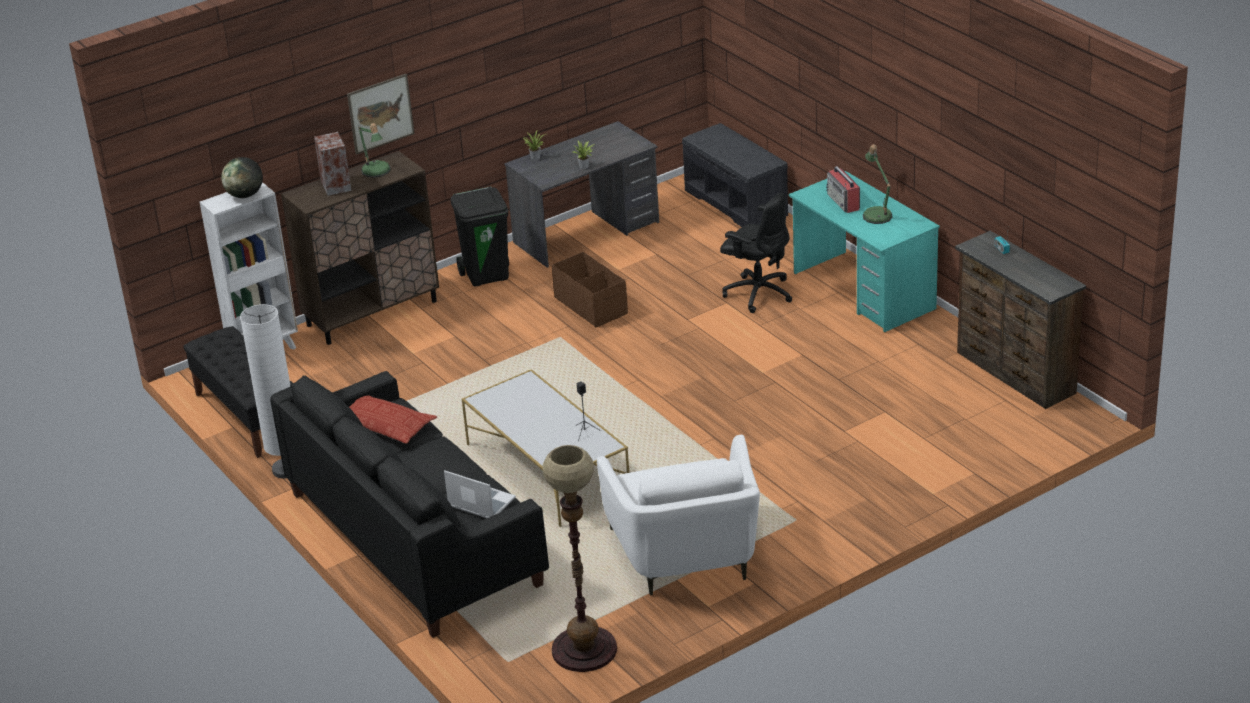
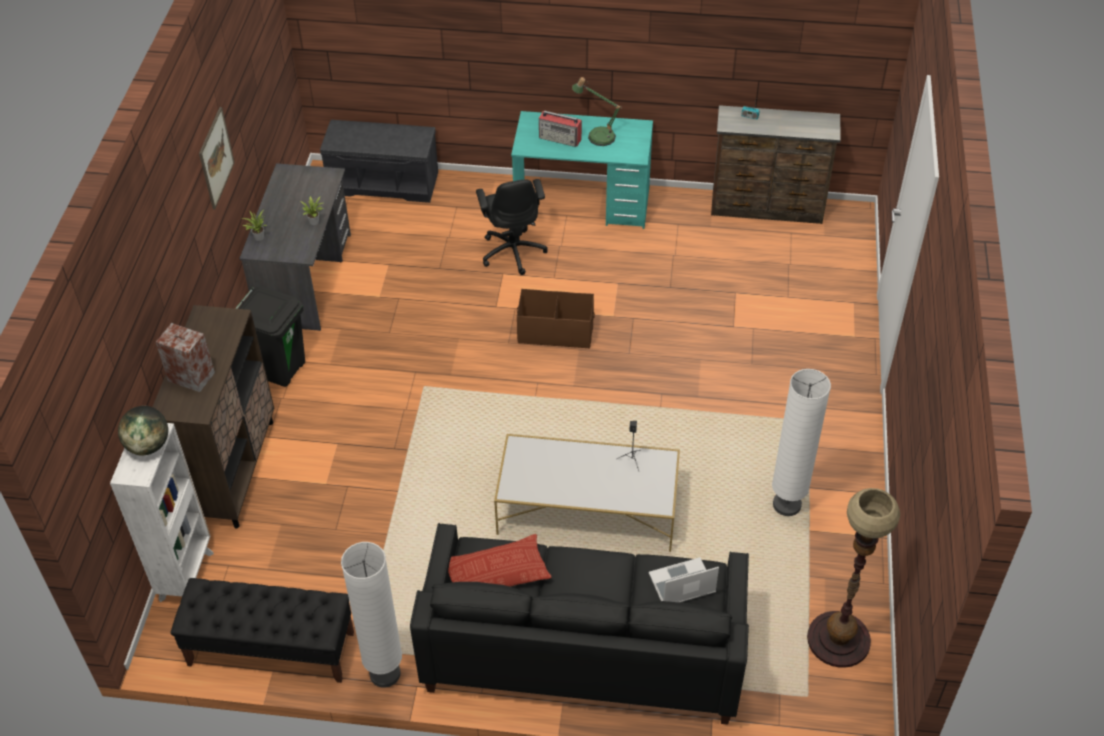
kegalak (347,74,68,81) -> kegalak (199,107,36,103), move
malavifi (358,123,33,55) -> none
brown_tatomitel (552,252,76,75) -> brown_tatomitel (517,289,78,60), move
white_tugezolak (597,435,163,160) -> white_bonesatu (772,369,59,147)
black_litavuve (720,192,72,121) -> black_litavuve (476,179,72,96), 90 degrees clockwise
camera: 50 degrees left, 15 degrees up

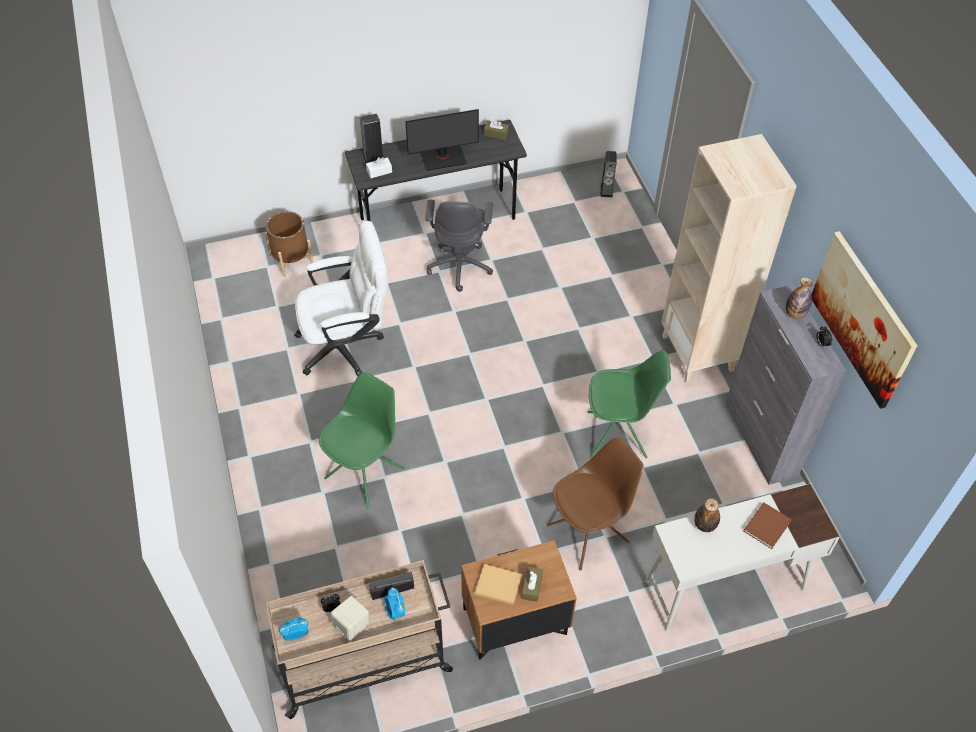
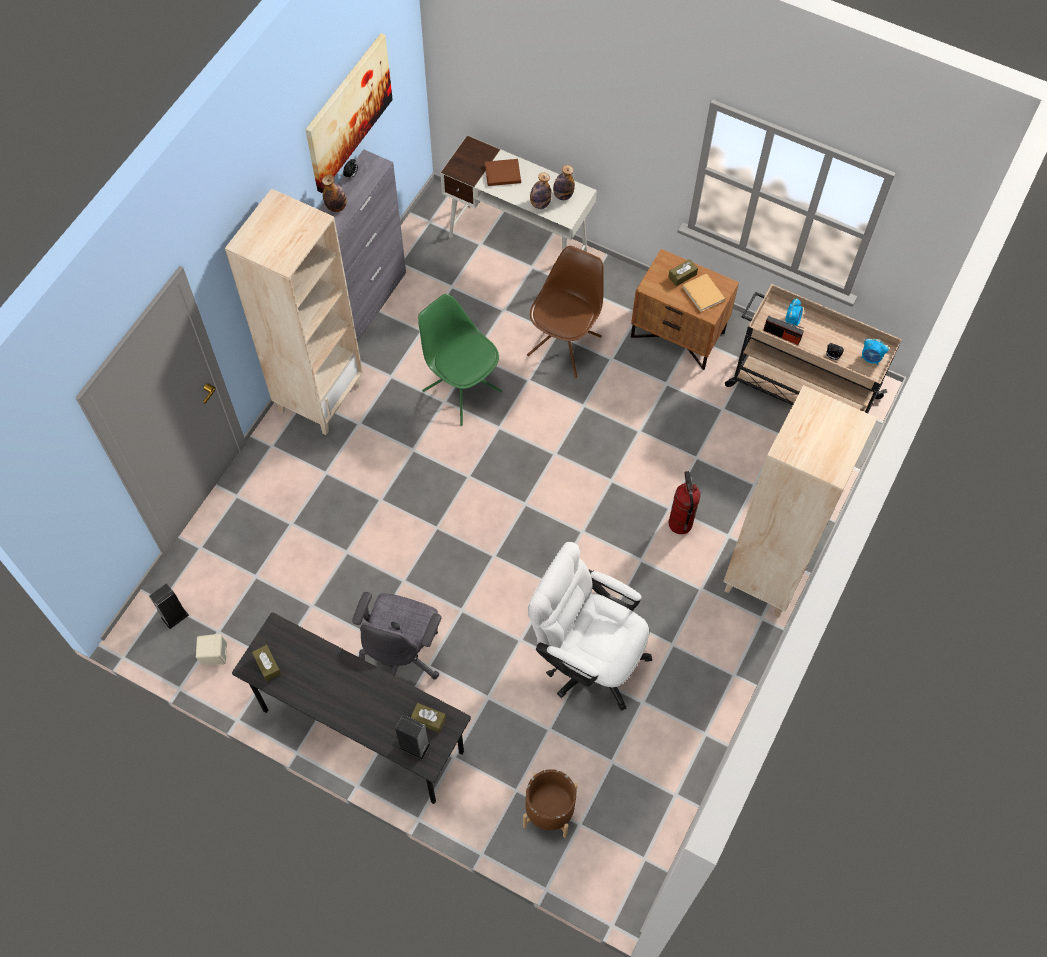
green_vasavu (319,372,86,136) -> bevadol (669,471,31,63)
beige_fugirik (331,596,38,45) -> beige_fugirik (196,634,31,31), move
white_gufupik (366,157,26,21) -> brown_gufupik (411,703,35,30)
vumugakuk (405,109,74,62) -> none
grey_litavuve (425,200,68,92) -> grey_litavuve (352,592,90,87), 150 degrees clockwise
brown_vasavu (547,437,96,133) -> brown_vasavu (527,246,77,132), 105 degrees clockwise
none -> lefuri (553,165,22,35)
none -> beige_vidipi (723,385,154,232)
camera: 135 degrees left, 10 degrees up

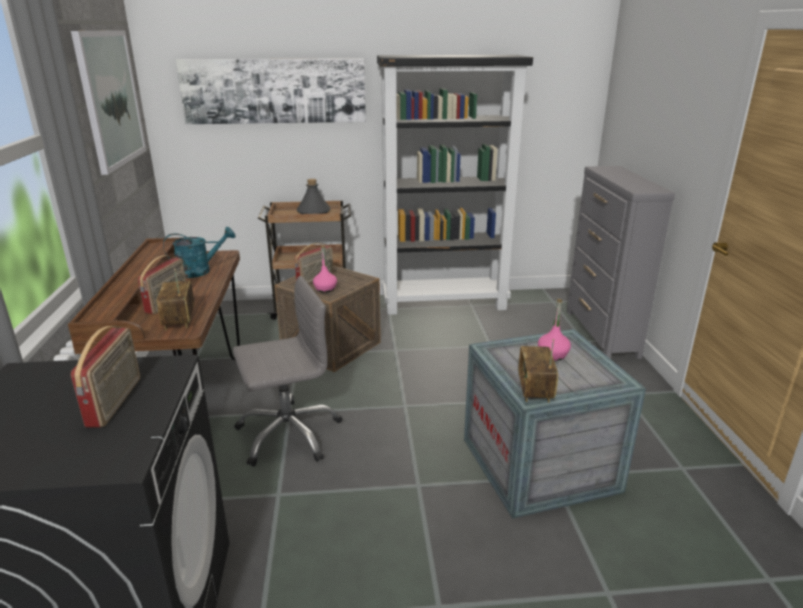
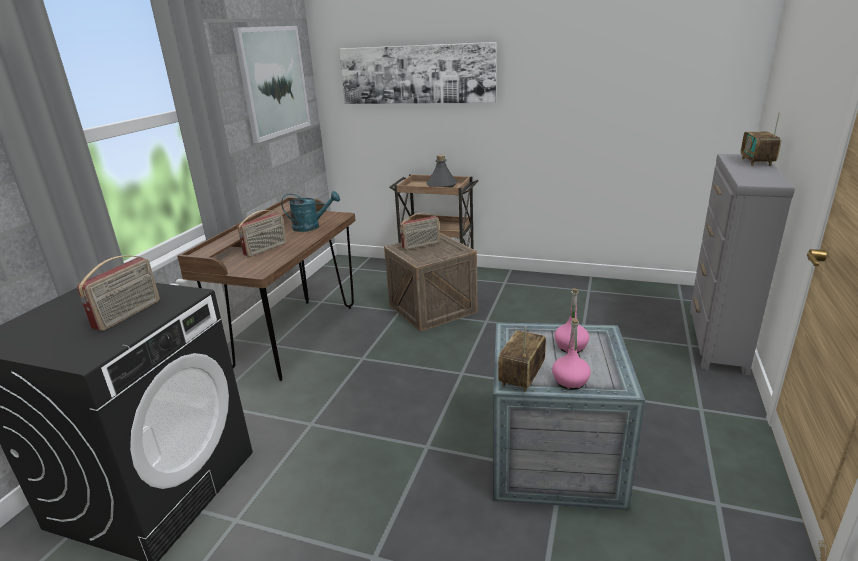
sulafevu (157,268,37,62) -> sulafevu (740,113,41,53), move
grey_litavuve (233,276,109,191) -> none
pink_lefuri (313,245,24,48) -> pink_lefuri (552,318,39,72), move
black_vidipi (377,55,156,260) -> none
camera: 25 degrees right, 0 degrees up

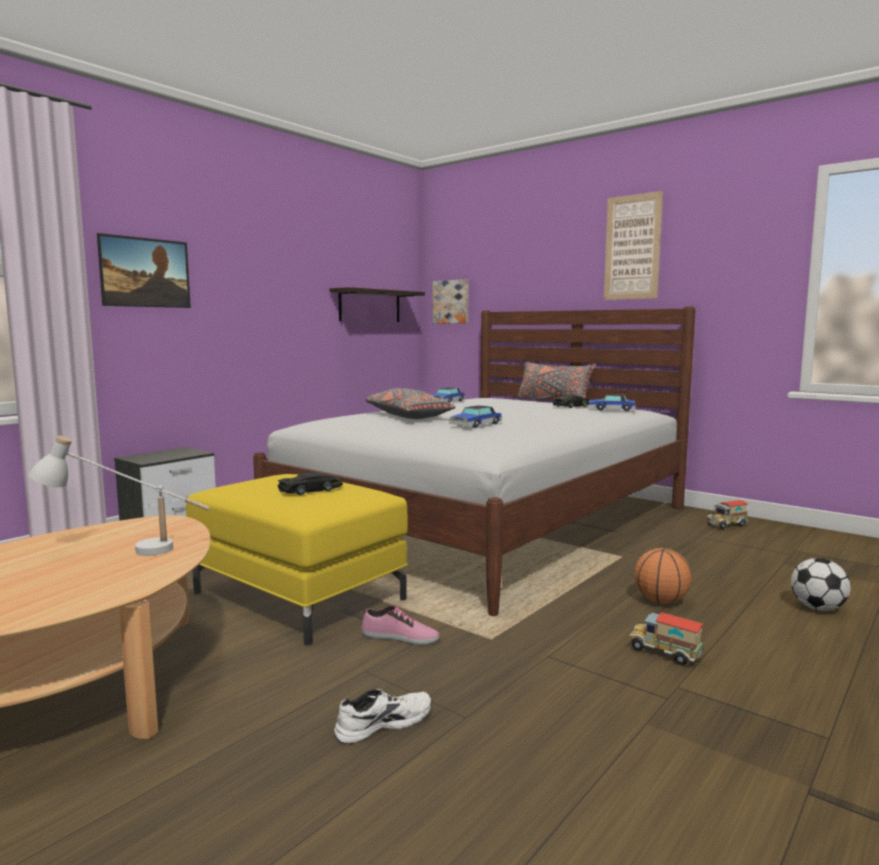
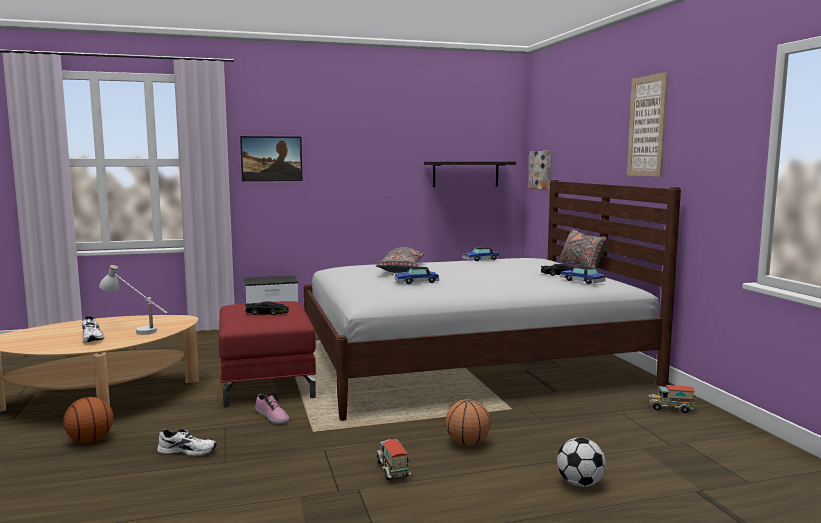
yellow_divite (186,474,222,172) -> red_divite (219,301,97,106)
none -> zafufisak (63,397,50,46)
none -> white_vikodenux (82,316,22,27)
camera: 35 degrees right, 0 degrees up

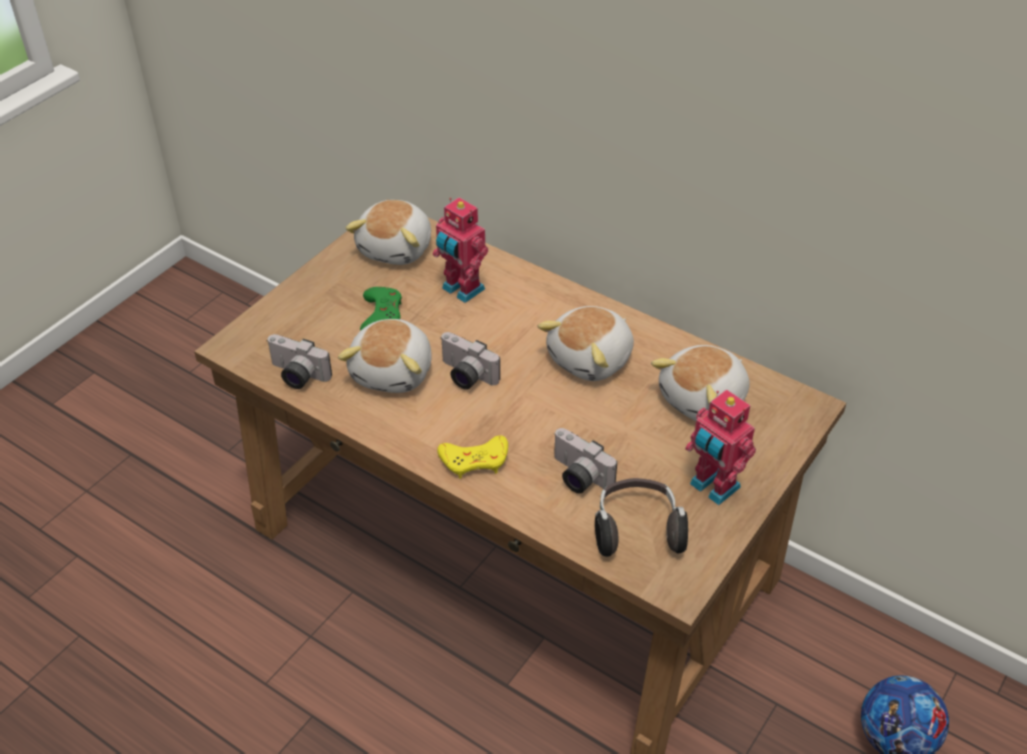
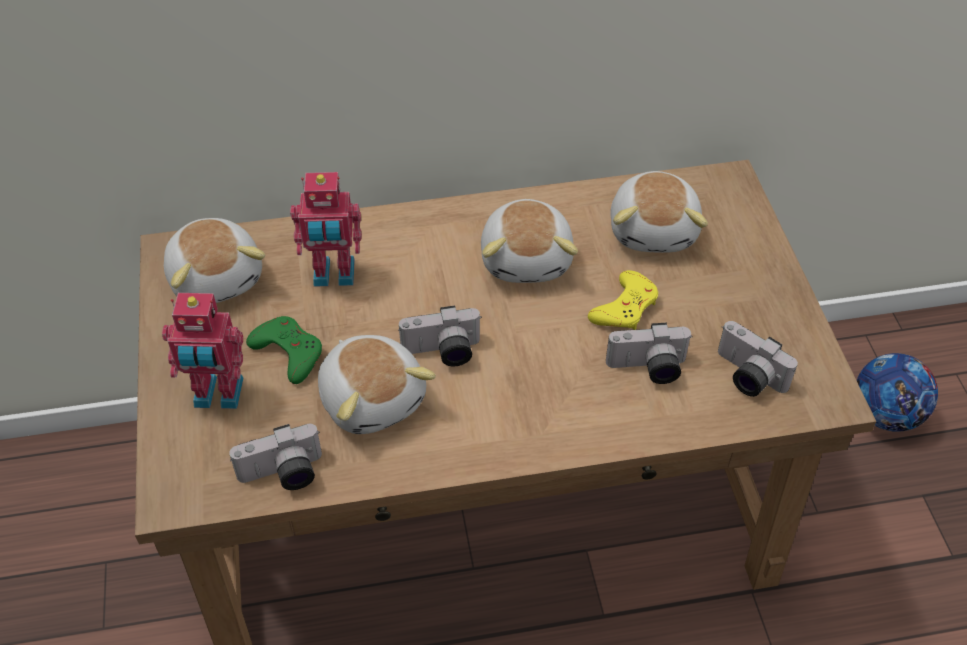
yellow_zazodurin (437,435,71,44) -> yellow_zazodurin (588,270,70,60), move
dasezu (595,478,93,79) -> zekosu (718,321,80,76)
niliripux (685,389,71,116) -> niliripux (162,293,81,116), move
camera: 45 degrees left, 5 degrees up

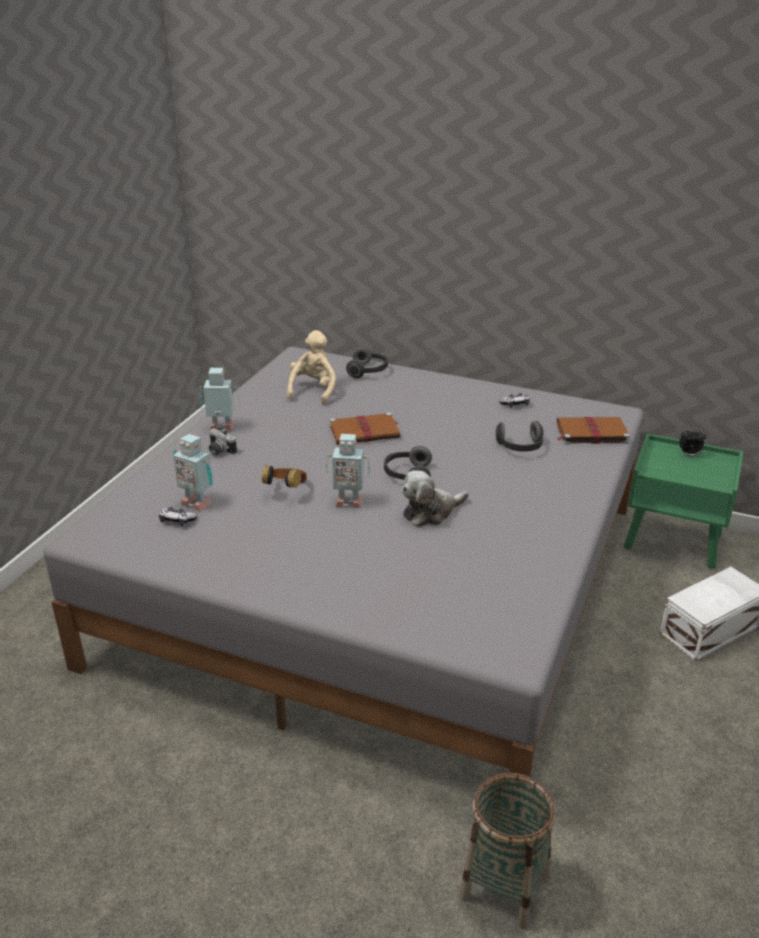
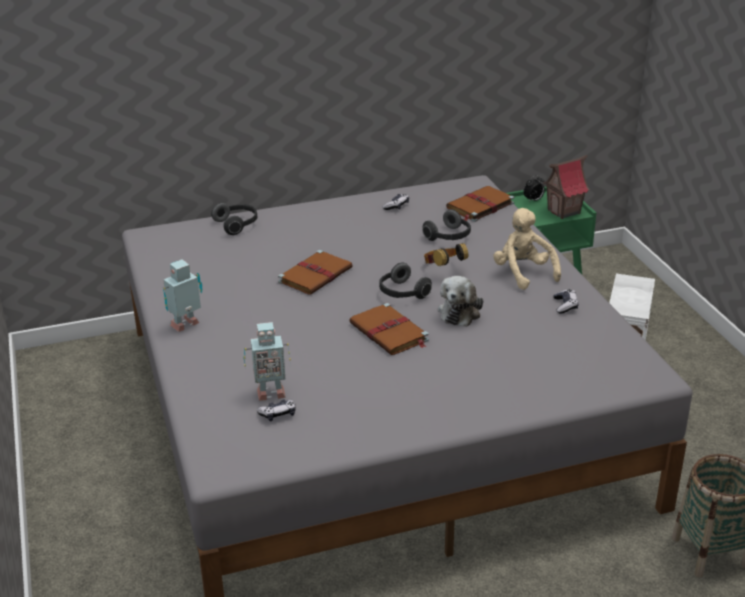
zekosu (209,429,28,26) -> none
dasezu (262,465,45,22) -> dasezu (424,243,44,23), move
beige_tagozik (286,330,50,75) -> beige_tagozik (493,208,68,82), move
niliripux (326,434,44,74) -> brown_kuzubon (349,303,80,52)
none -> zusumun (543,155,47,64)
none -> zazodurin (553,289,25,25)
camera: 40 degrees left, 0 degrees up

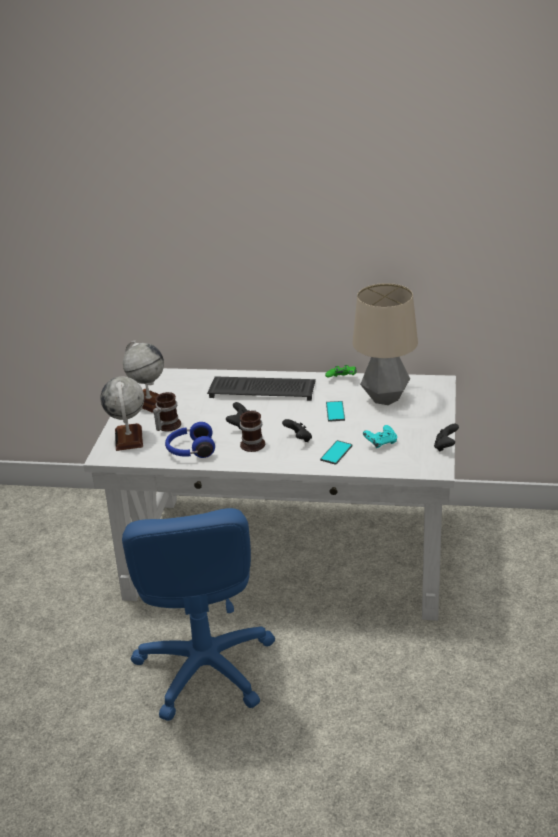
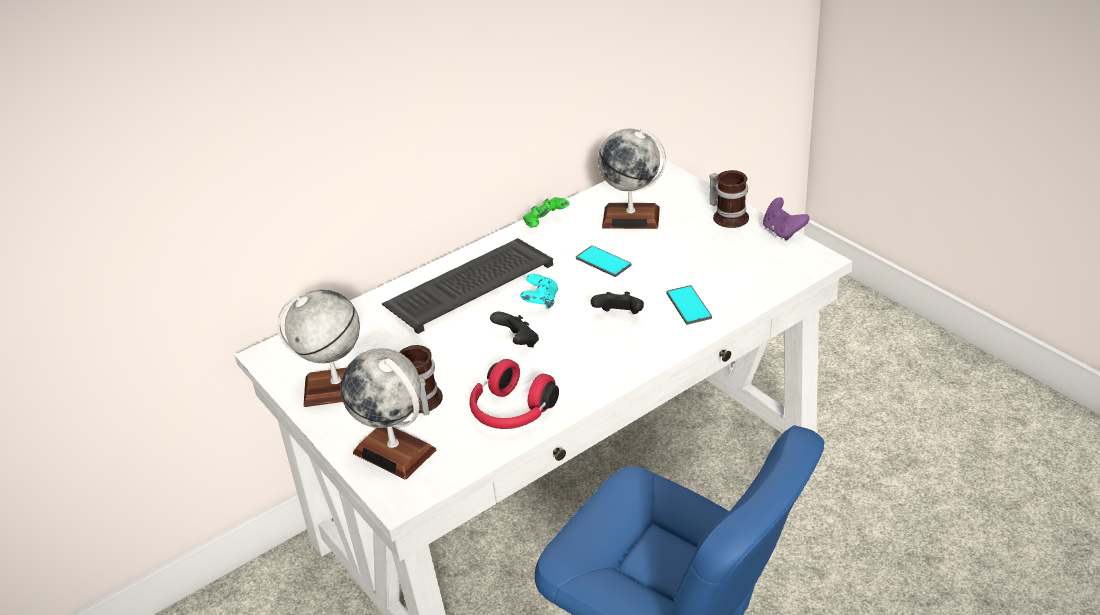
blue_dasezu (165,422,50,36) -> red_dasezu (470,359,89,70)
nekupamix (240,410,25,42) -> nekupamix (709,170,40,58), move
malavifi (353,283,65,122) -> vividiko (598,128,68,101)
turquoise_zazodurin (363,425,34,23) -> turquoise_zazodurin (520,274,38,35), move
black_zazodurin (434,424,25,28) -> purple_zazodurin (763,197,47,44)
camera: 45 degrees left, 5 degrees up

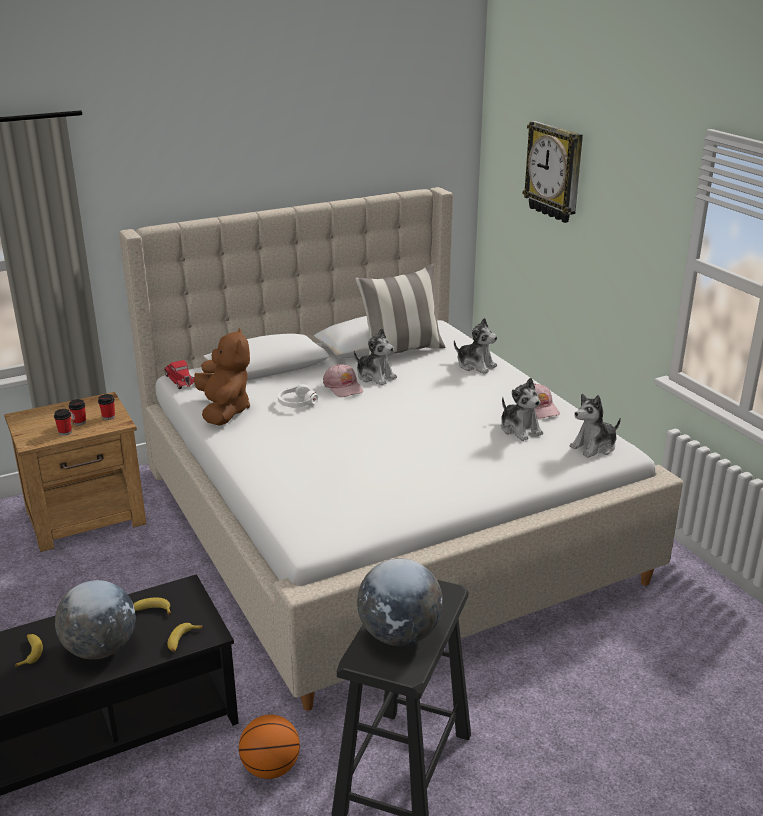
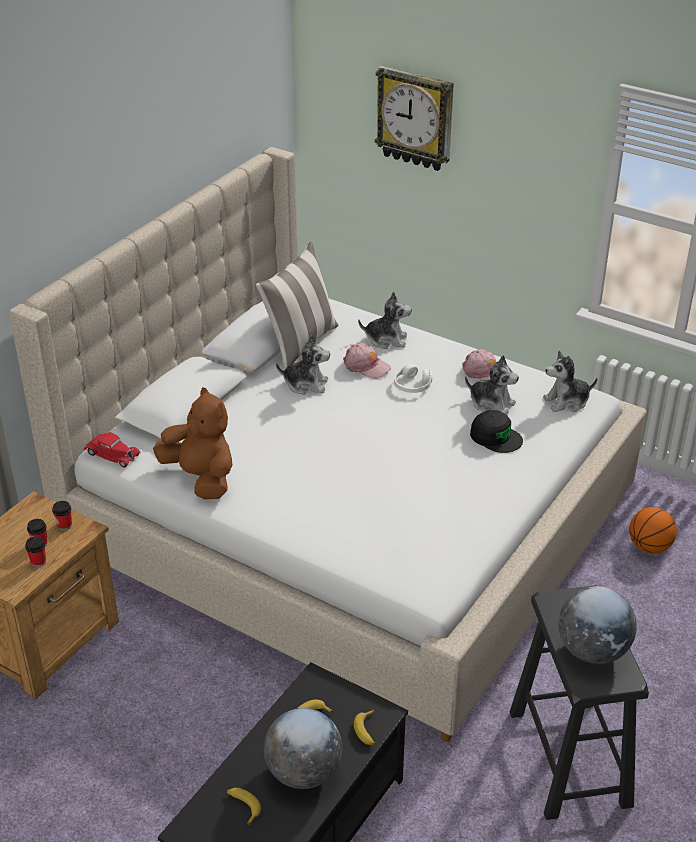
zafufisak (239,715,61,64) -> zafufisak (629,507,48,47), move
white_dasezu (278,384,40,23) -> white_dasezu (394,364,38,29), move
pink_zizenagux (323,364,40,33) -> pink_zizenagux (343,343,48,36), move
tagozik (570,394,51,64) -> tagozik (543,351,55,61), 45 degrees clockwise
none -> black_zizenagux (470,410,53,43)
camera: 30 degrees left, 10 degrees up

